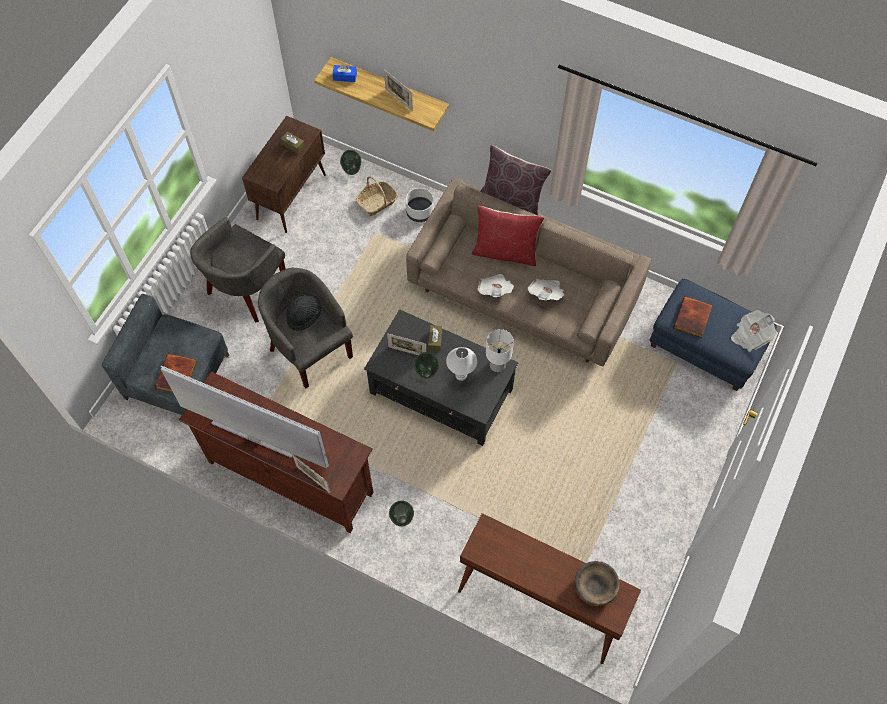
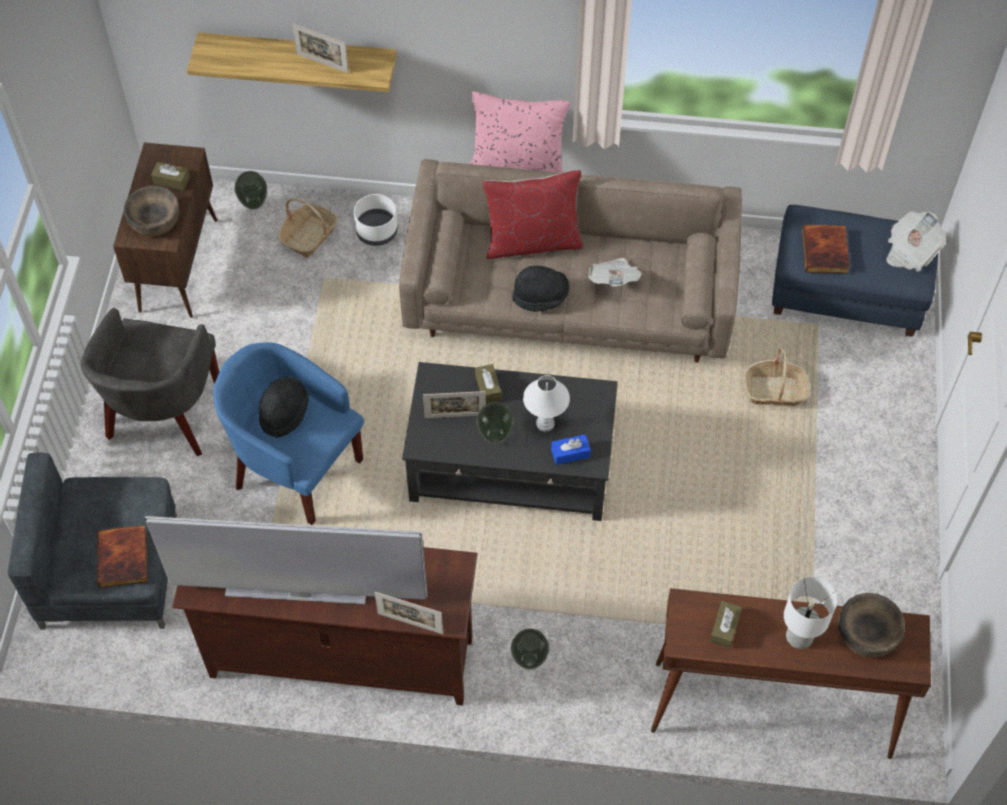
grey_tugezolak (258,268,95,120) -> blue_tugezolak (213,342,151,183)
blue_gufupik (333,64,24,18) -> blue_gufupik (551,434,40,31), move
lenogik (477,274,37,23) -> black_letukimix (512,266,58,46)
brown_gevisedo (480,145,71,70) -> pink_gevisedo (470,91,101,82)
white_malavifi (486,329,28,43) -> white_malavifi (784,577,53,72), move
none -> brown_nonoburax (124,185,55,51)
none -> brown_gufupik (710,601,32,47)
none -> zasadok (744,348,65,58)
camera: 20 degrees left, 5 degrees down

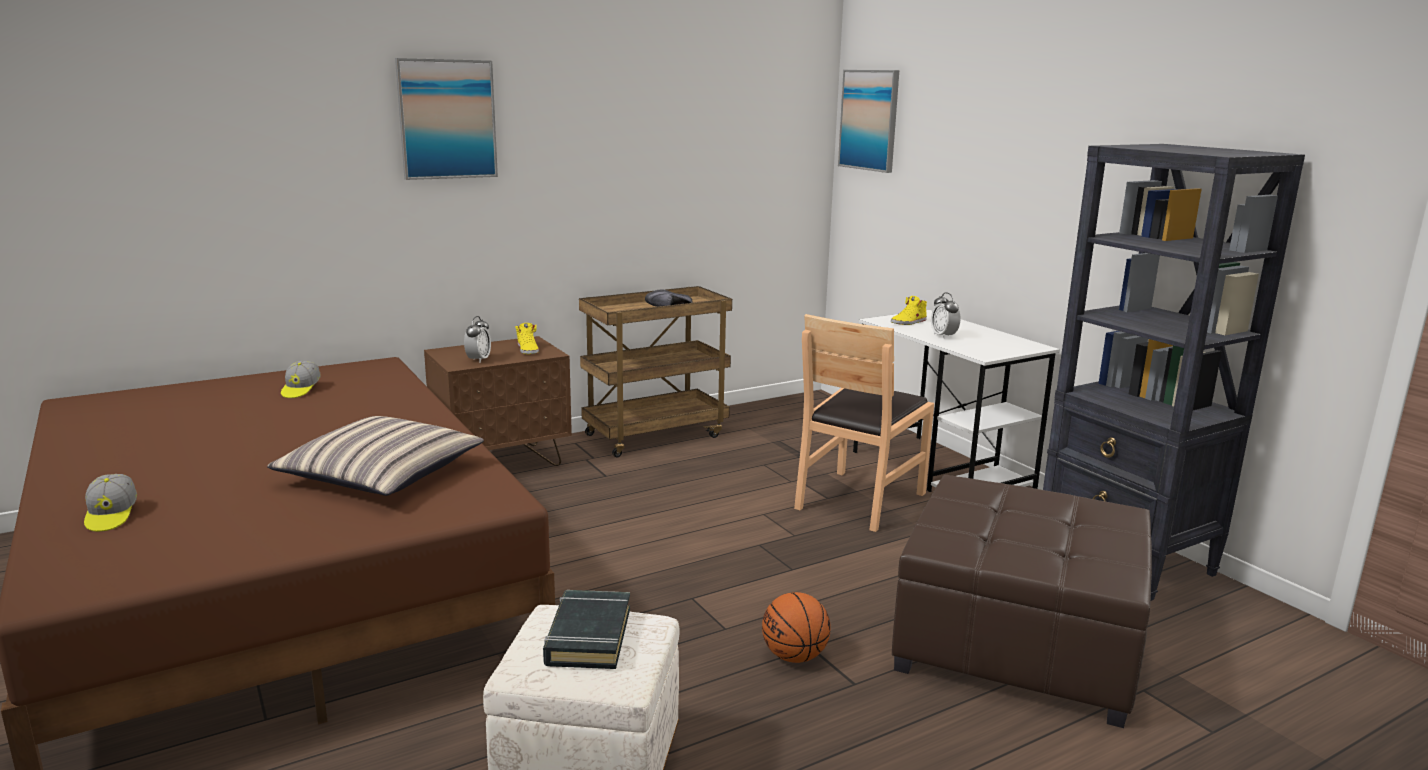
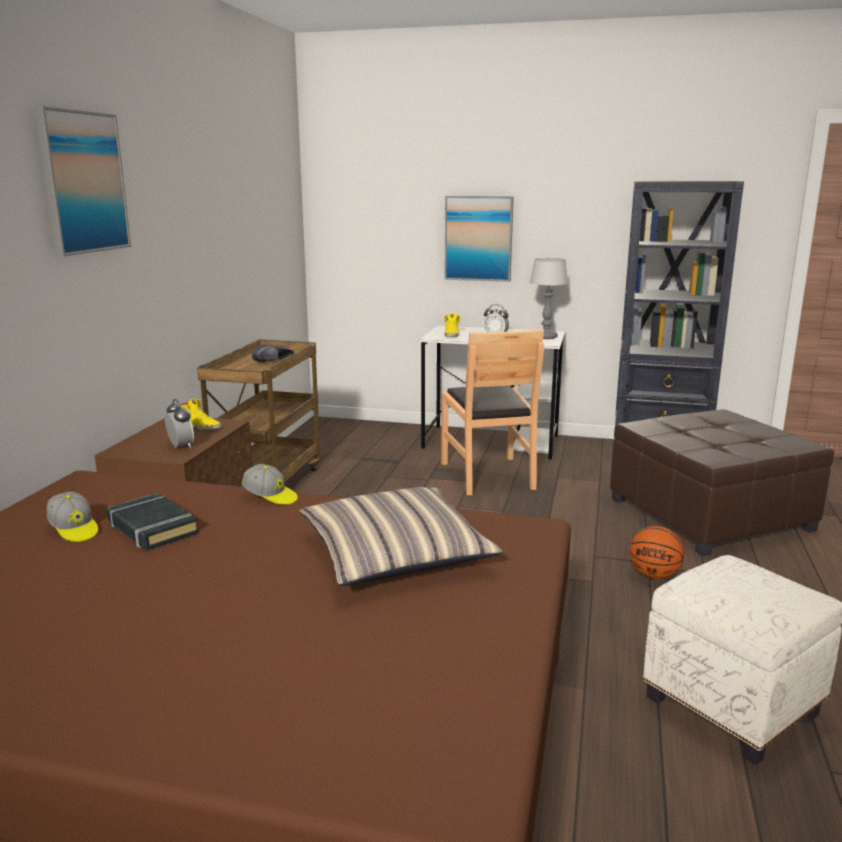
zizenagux (84,474,53,58) -> zizenagux (242,464,56,41), move
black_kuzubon (543,590,87,79) -> black_kuzubon (107,493,92,58), move
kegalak (838,70,61,103) -> kegalak (444,196,70,86), move
none -> malavifi (530,258,38,81)
camera: 45 degrees left, 0 degrees up

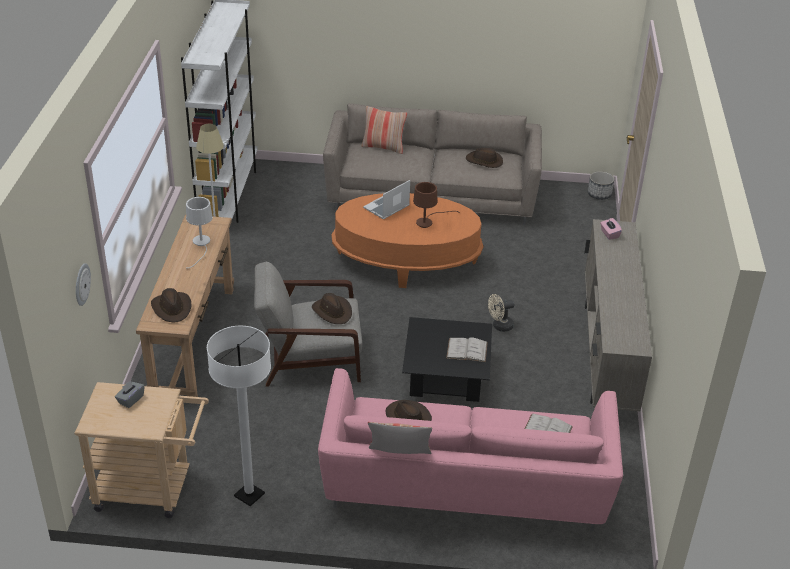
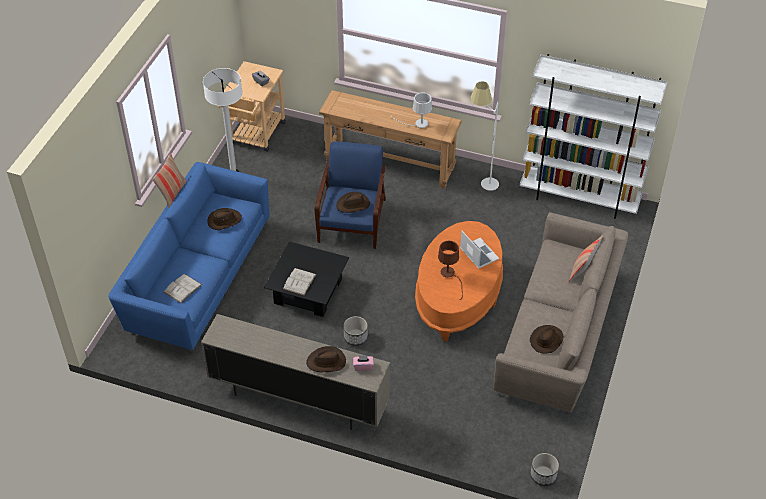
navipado (76,263,15,43) -> none
brown_letukimix (151,288,41,34) -> brown_letukimix (306,346,40,26), move
grey_tugezolak (254,262,108,125) -> blue_tugezolak (315,141,71,108)
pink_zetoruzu (318,368,305,163) -> blue_zetoruzu (108,162,162,190)
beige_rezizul (488,294,26,38) -> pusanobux (344,316,24,30)
camera: 105 degrees right, 10 degrees up

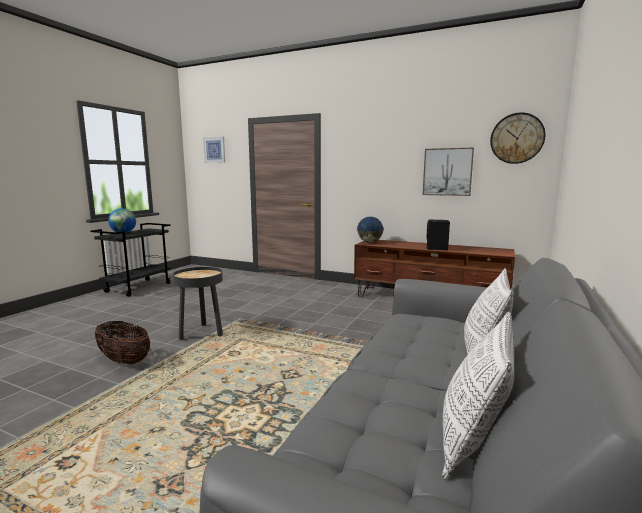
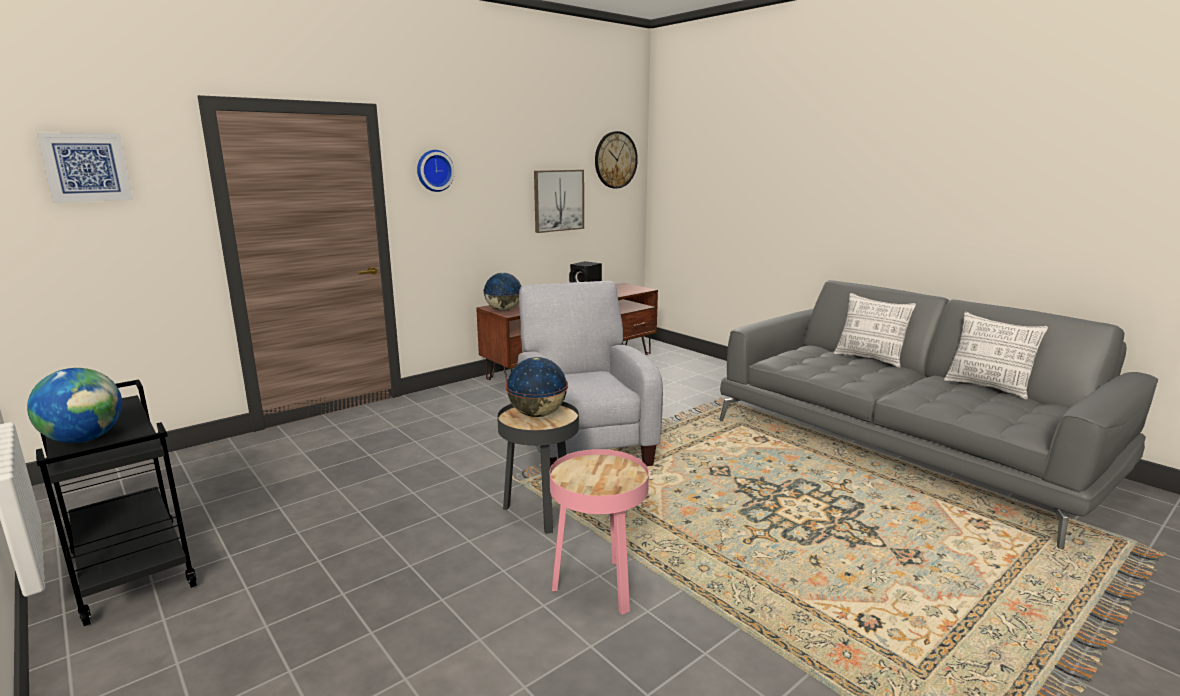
zasadok (95,321,55,43) -> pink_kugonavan (550,449,99,166)
none -> navipado (417,150,38,42)
none -> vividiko (506,357,62,60)
none -> grey_tugezolak (518,281,145,187)
camera: 65 degrees left, 5 degrees up

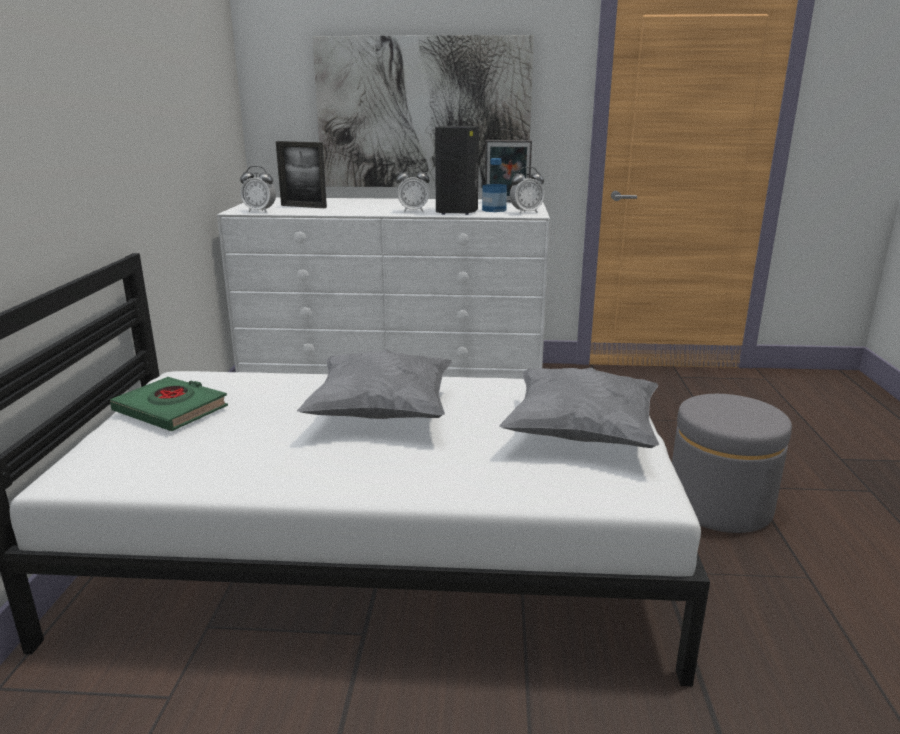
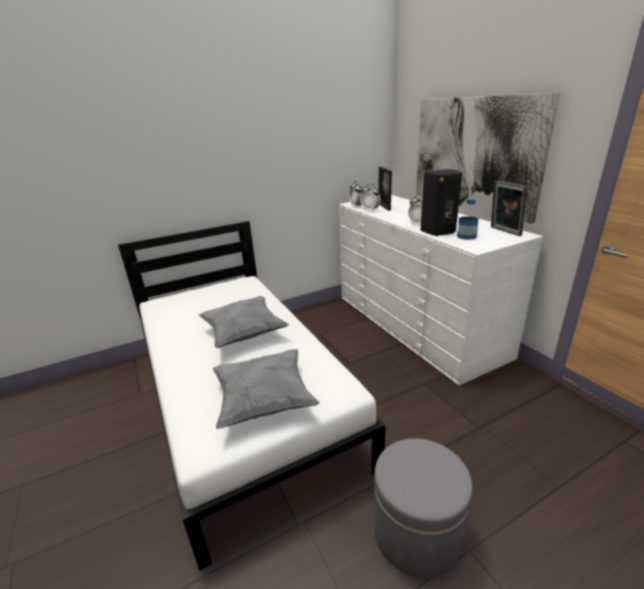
green_kuzubon (110,377,118,54) -> none
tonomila (510,167,35,47) -> tonomila (361,184,20,28), move
camera: 60 degrees right, 5 degrees up

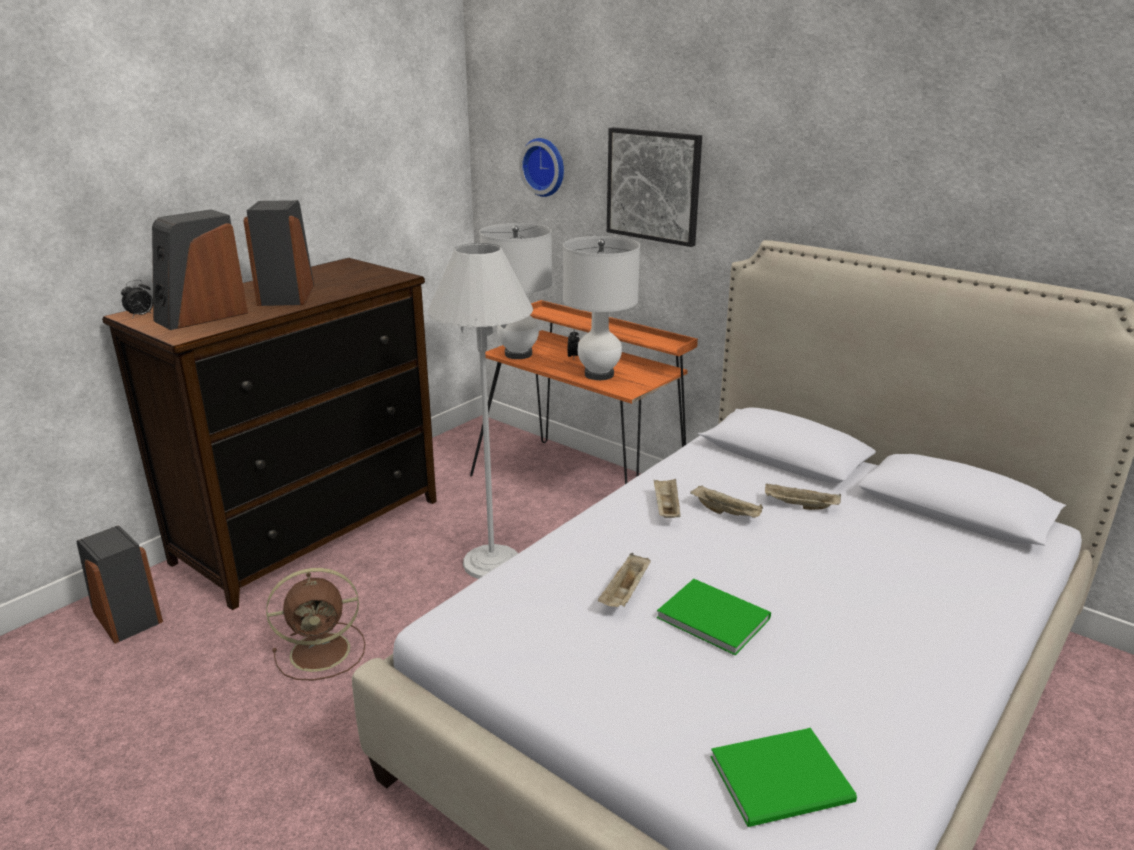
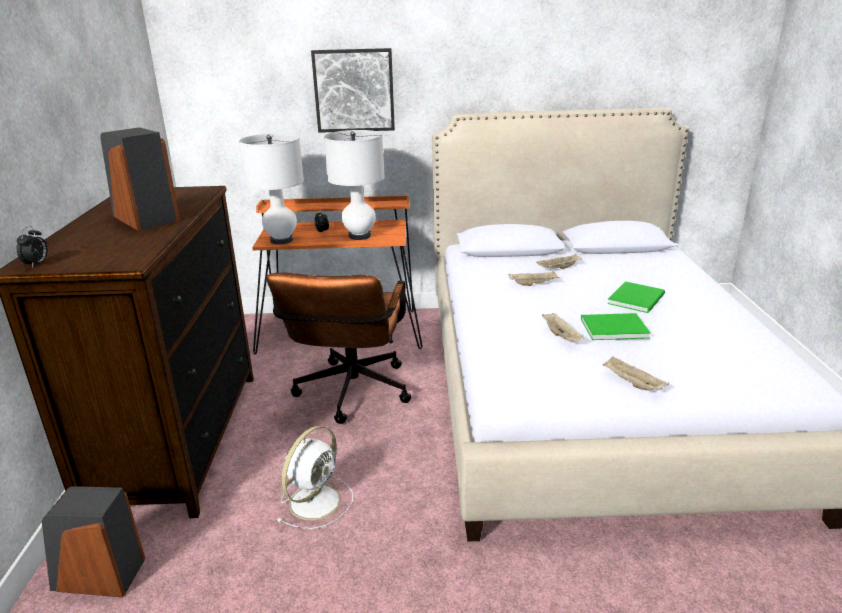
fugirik (152,210,96,120) -> none
brown_rezizul (266,568,99,112) -> white_rezizul (277,426,76,103)
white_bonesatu (428,243,105,336) -> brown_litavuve (266,272,145,152)
navipado (519,138,45,59) -> none
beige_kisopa (654,479,27,39) -> beige_kisopa (603,357,66,34), move
green_kuzubon (711,728,146,99) -> green_kuzubon (607,281,58,32), move
camera: 40 degrees left, 0 degrees up

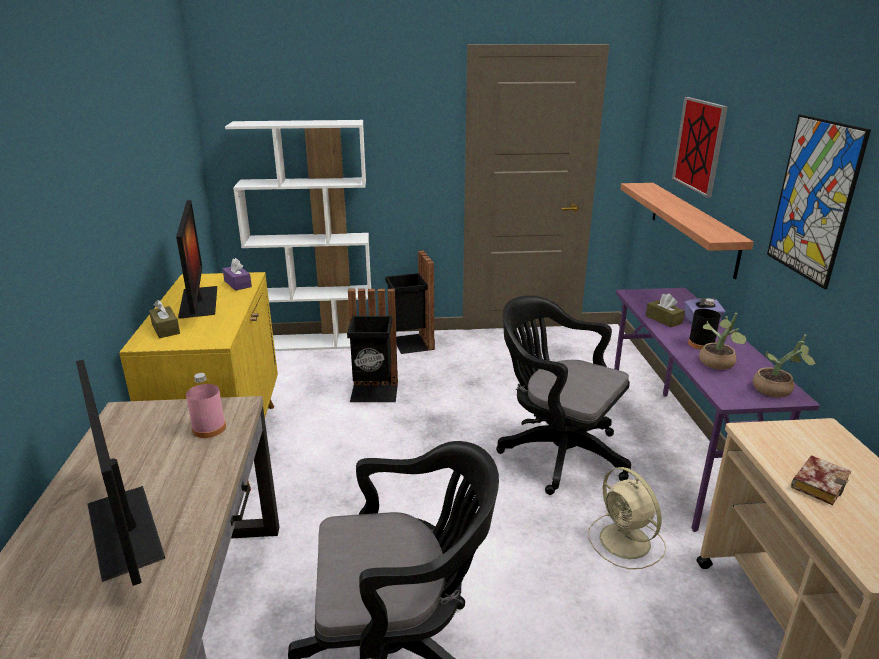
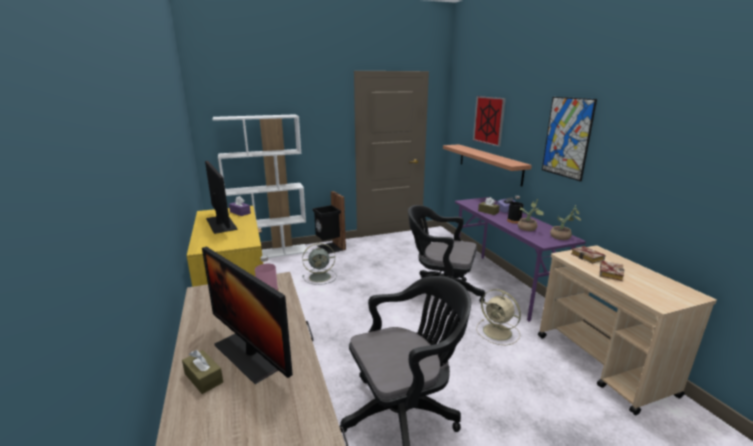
brown_gufupik (149,300,31,38) -> brown_gufupik (182,350,41,44), move
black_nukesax (347,289,51,113) -> grey_rezizul (302,243,34,42)
none -> kuzubon (571,246,35,18)
camera: 15 degrees left, 5 degrees down

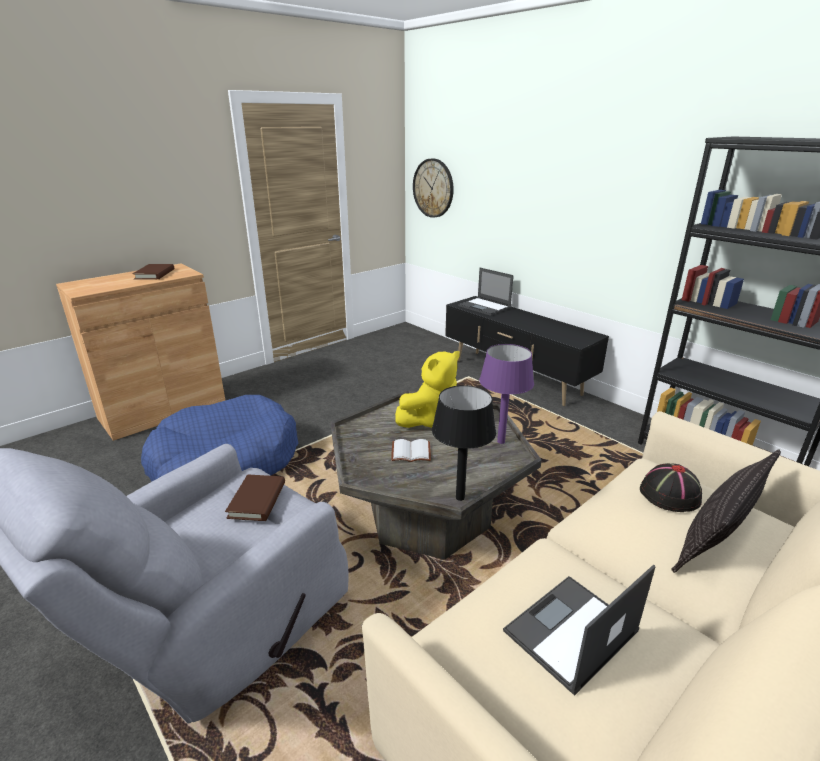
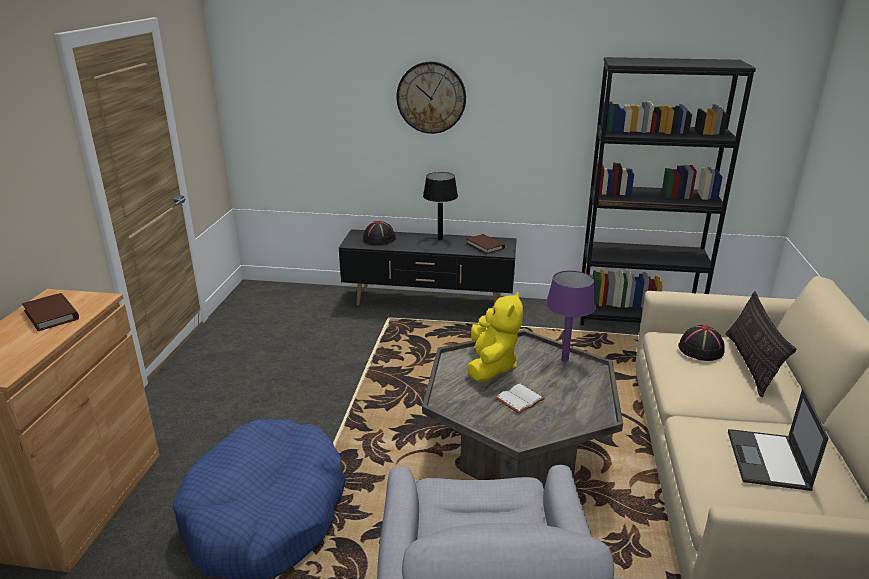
brown_kuzubon (225,474,60,47) -> brown_kuzubon (466,234,39,20), move
navipado (413,158,41,60) -> navipado (396,62,70,72), move
black_malavifi (432,385,64,116) -> black_malavifi (423,172,35,68), move
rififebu (458,268,56,48) -> black_letukimix (363,221,33,25)
camera: 40 degrees left, 0 degrees up

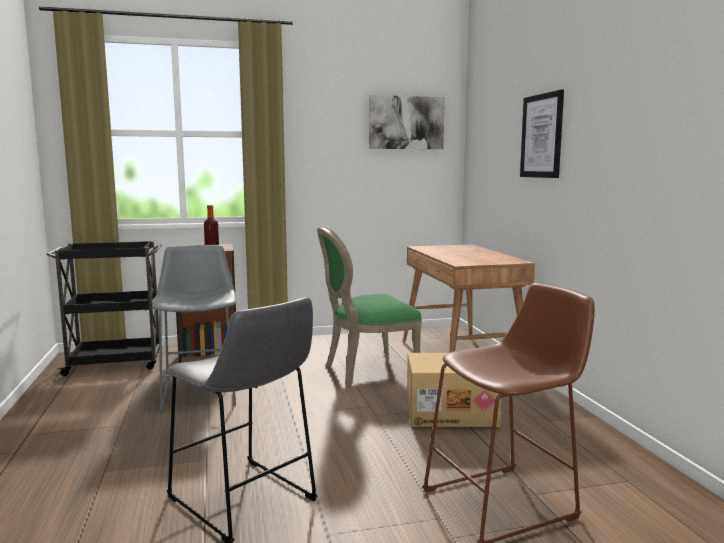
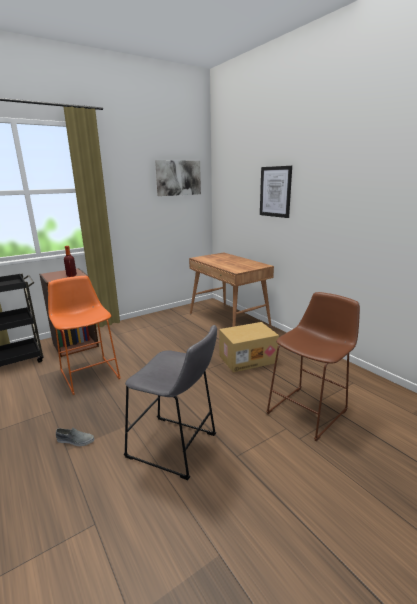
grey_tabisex (152,245,84,167) -> orange_tabisex (48,276,73,119)
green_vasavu (317,226,105,160) -> none
none -> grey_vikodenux (56,428,39,18)
camera: 20 degrees left, 10 degrees up

